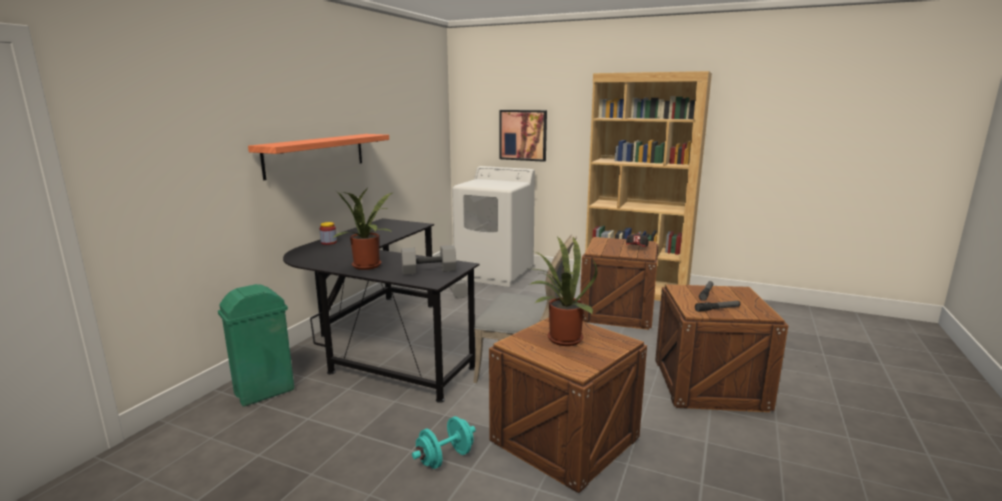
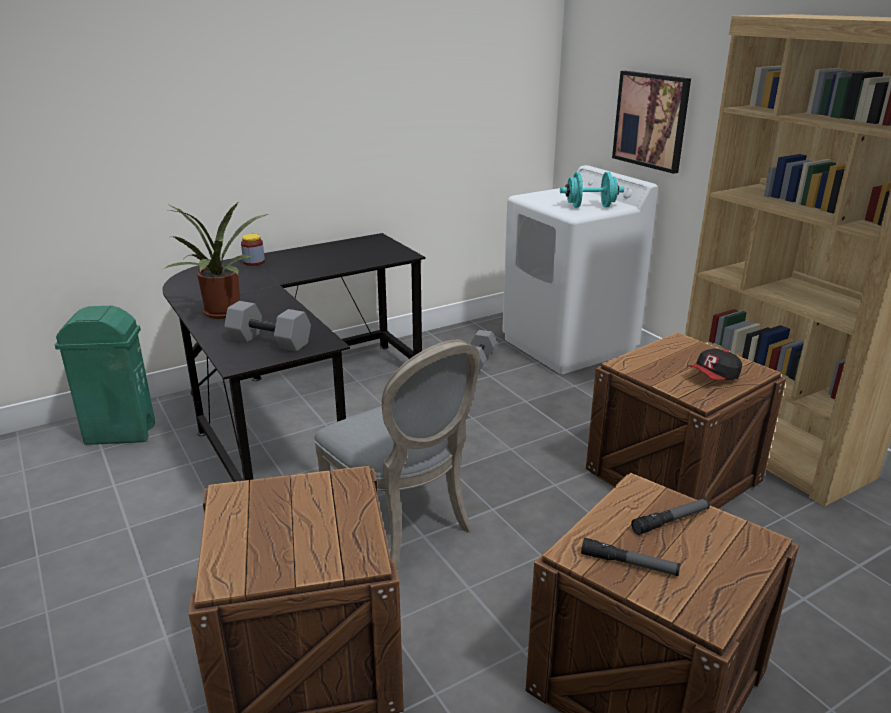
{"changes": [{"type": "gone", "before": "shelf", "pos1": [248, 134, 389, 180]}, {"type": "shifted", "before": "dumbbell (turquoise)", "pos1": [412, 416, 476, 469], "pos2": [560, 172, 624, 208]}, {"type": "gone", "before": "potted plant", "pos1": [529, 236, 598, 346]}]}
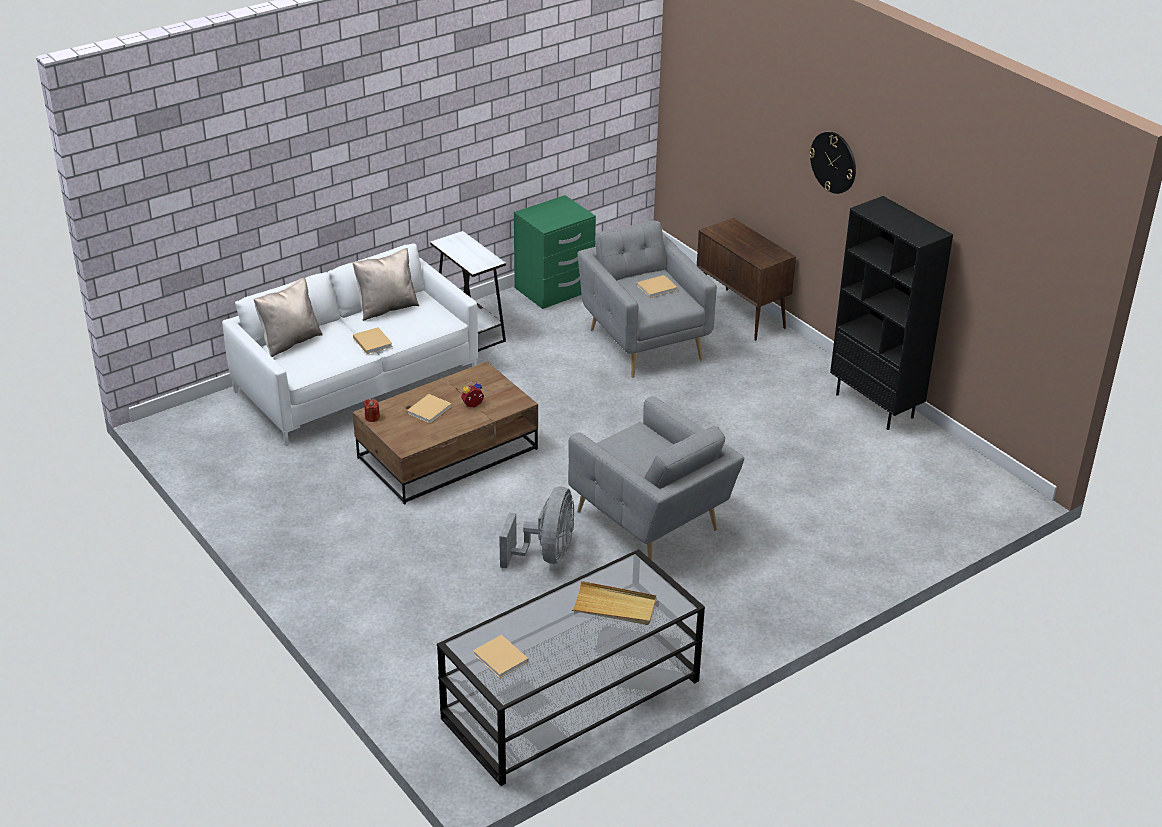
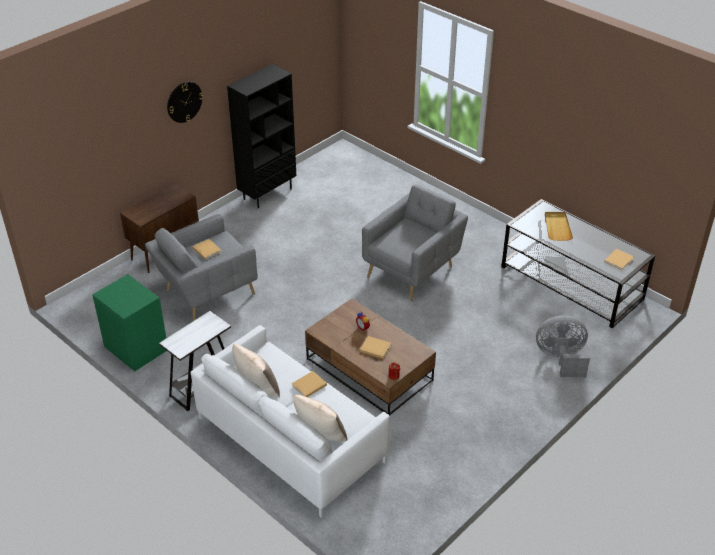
{"changes": [{"type": "shifted", "before": "fan (grey)", "pos1": [499, 487, 574, 568], "pos2": [536, 315, 590, 377]}]}
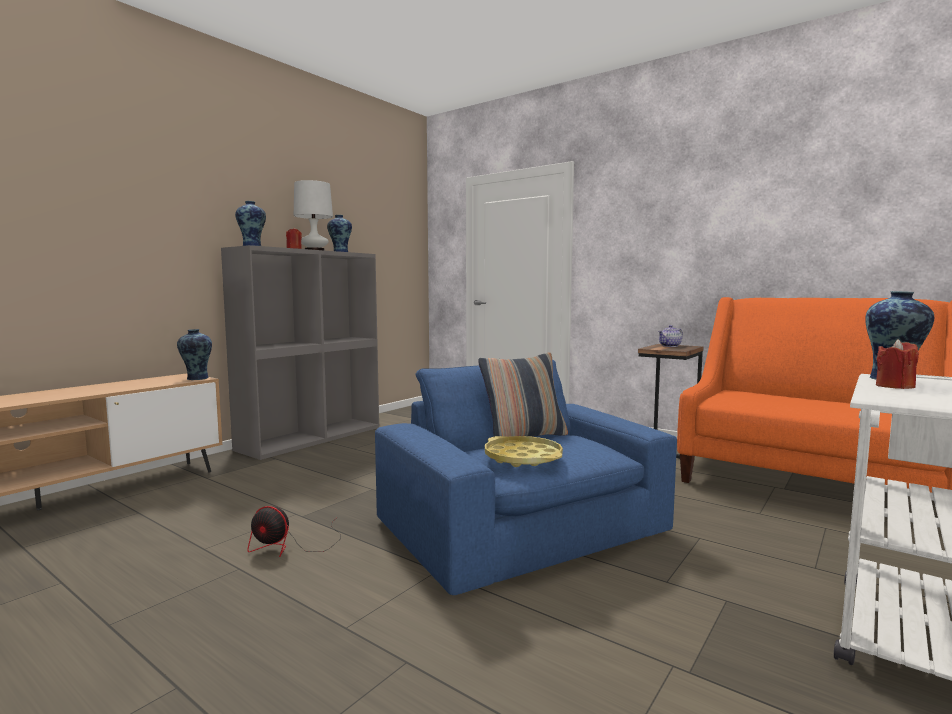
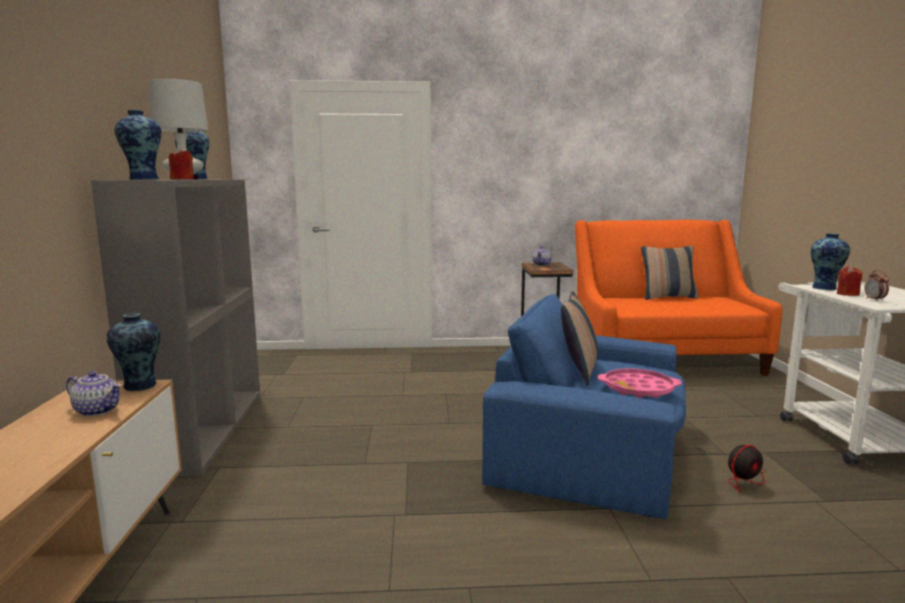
{"changes": [{"type": "shifted", "before": "fan", "pos1": [247, 506, 341, 557], "pos2": [695, 445, 766, 492]}, {"type": "repainted", "before": "tray (yellow)", "after": "tray (pink)", "pos1": [485, 436, 563, 467], "pos2": [598, 368, 682, 398]}, {"type": "new", "after": "teapot", "pos2": [66, 371, 122, 416]}, {"type": "new", "after": "pillow", "pos2": [641, 245, 699, 300]}, {"type": "new", "after": "alarm clock", "pos2": [864, 270, 889, 301]}]}
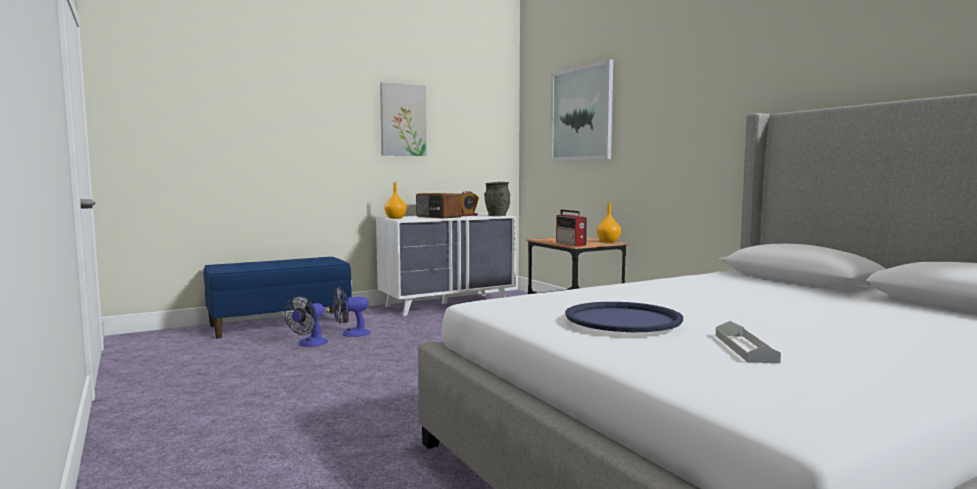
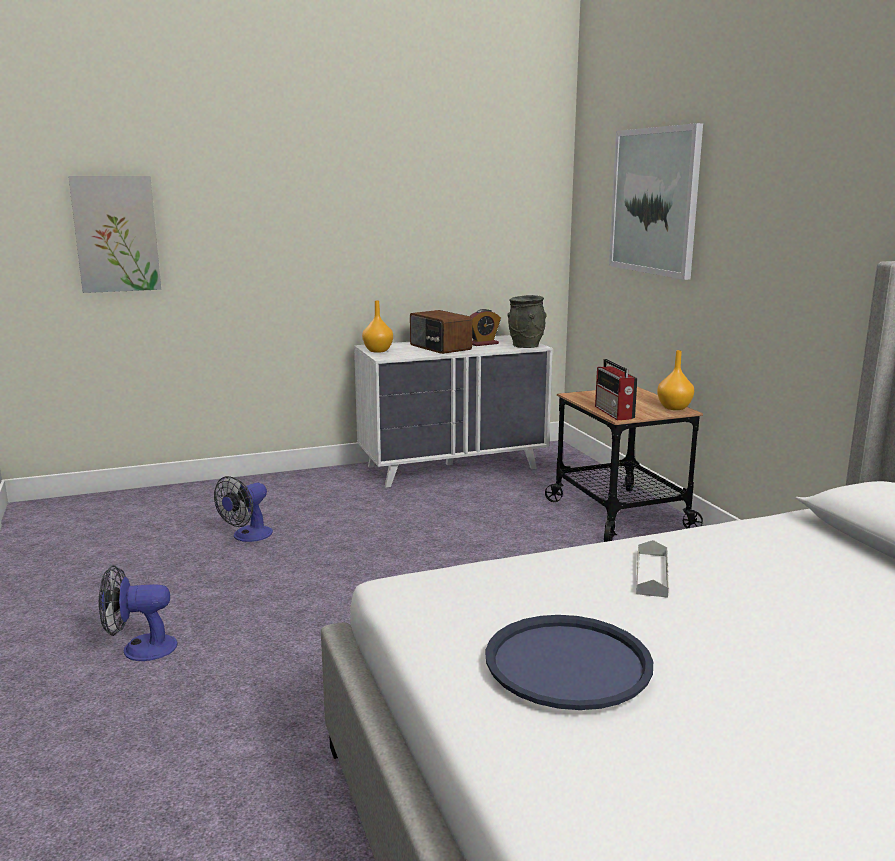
{"changes": [{"type": "gone", "before": "bench (blue)", "pos1": [204, 257, 352, 338]}, {"type": "shifted", "before": "fan", "pos1": [333, 287, 371, 337], "pos2": [99, 565, 177, 661]}, {"type": "shifted", "before": "picture", "pos1": [380, 82, 427, 156], "pos2": [68, 176, 161, 293]}, {"type": "shifted", "before": "tray (grey)", "pos1": [716, 321, 781, 363], "pos2": [636, 540, 669, 598]}]}
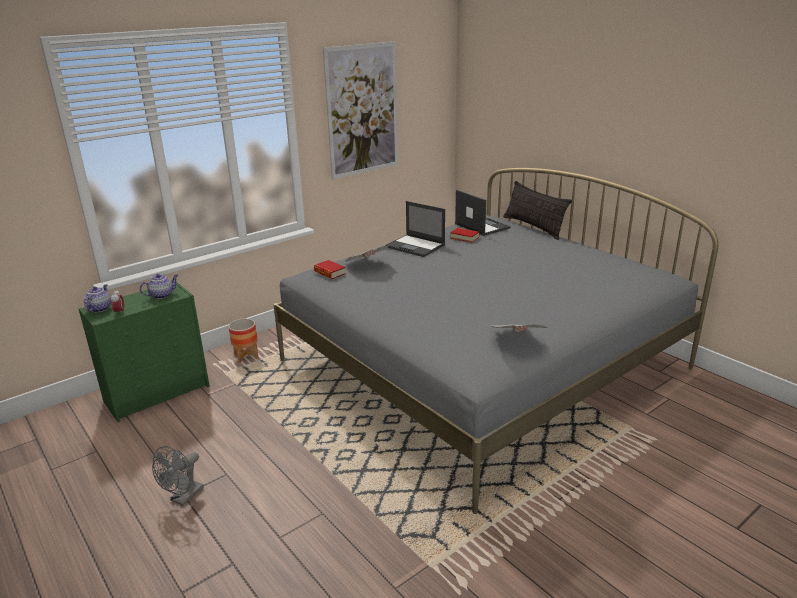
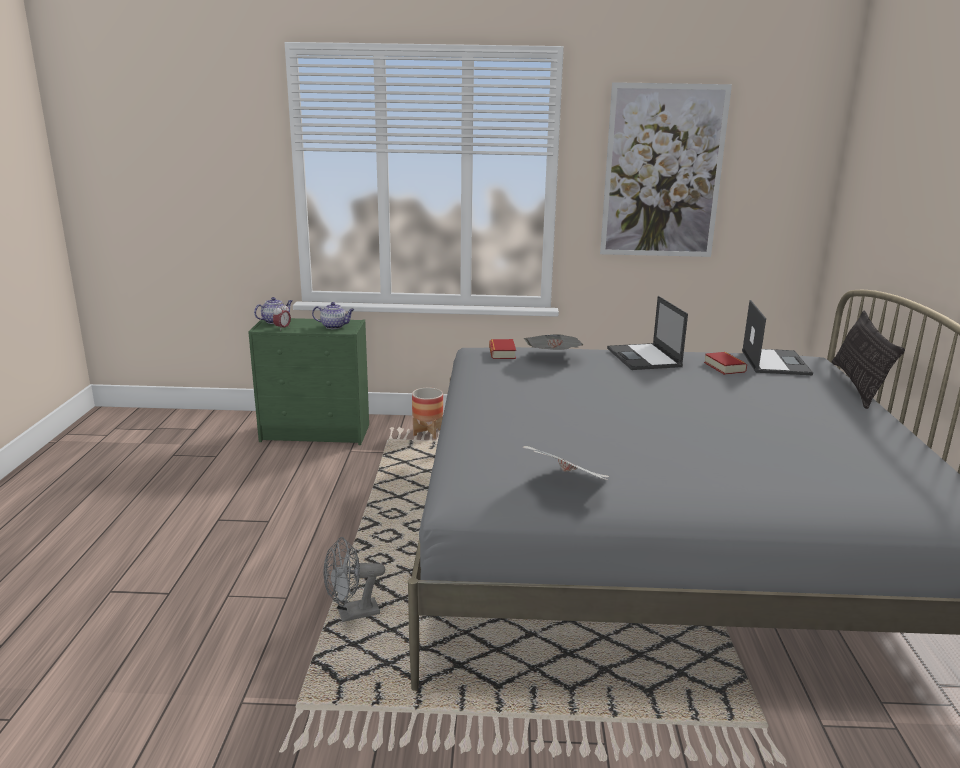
{"changes": [{"type": "shifted", "before": "fan (grey)", "pos1": [152, 446, 204, 506], "pos2": [324, 537, 385, 622]}]}
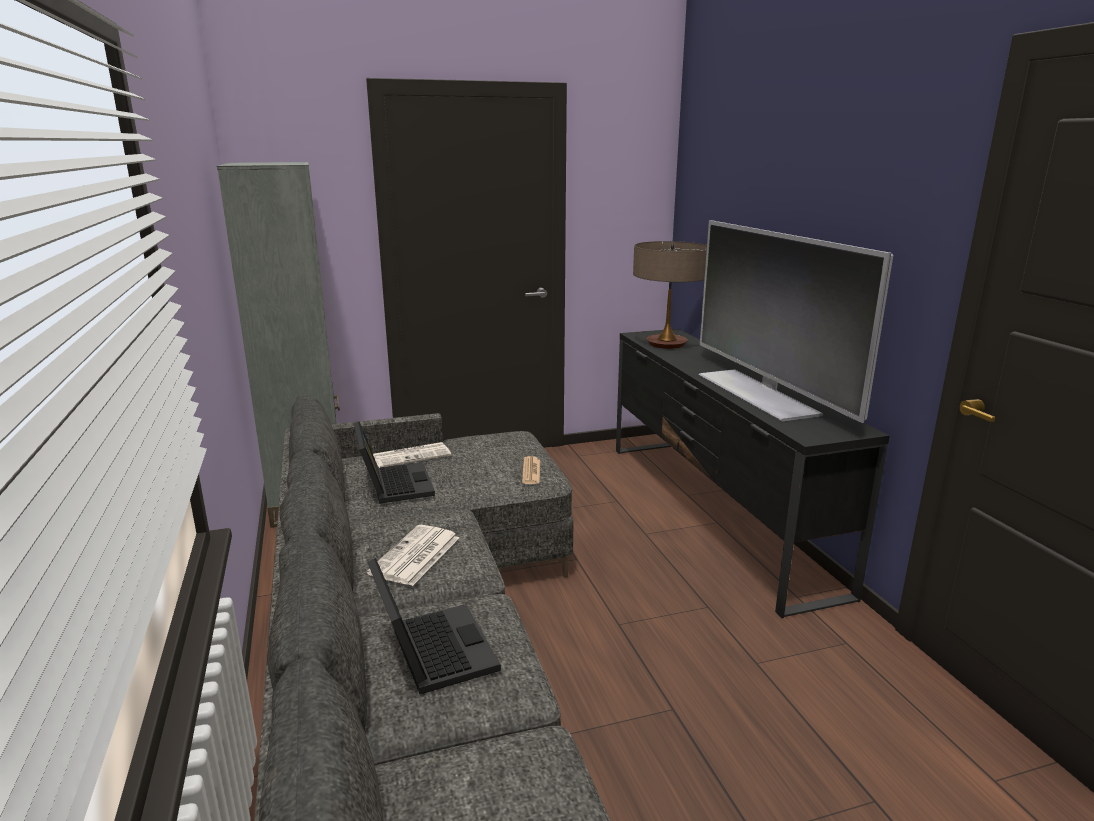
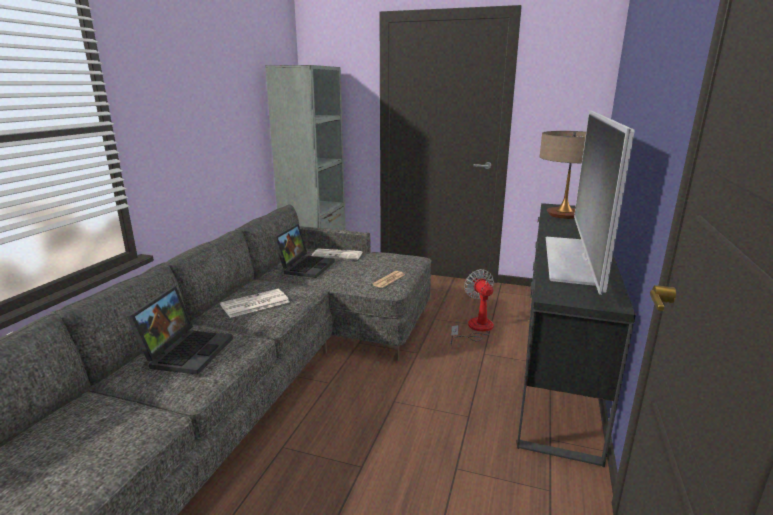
{"changes": [{"type": "new", "after": "fan", "pos2": [450, 269, 494, 345]}]}
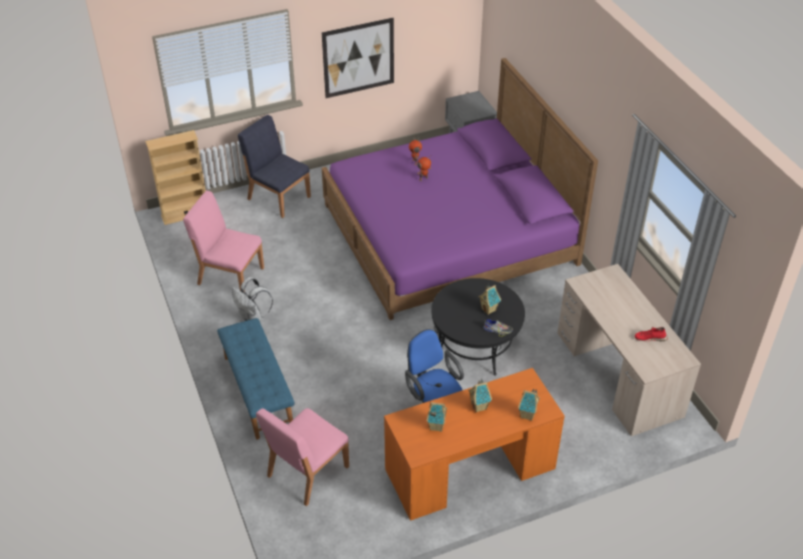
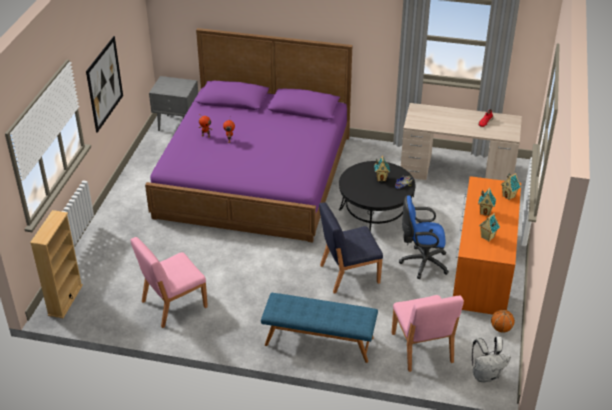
{"changes": [{"type": "shifted", "before": "backpack (white)", "pos1": [232, 277, 273, 321], "pos2": [472, 337, 511, 382]}, {"type": "shifted", "before": "chair (blue)", "pos1": [238, 115, 311, 218], "pos2": [319, 202, 383, 293]}, {"type": "new", "after": "basketball", "pos2": [491, 309, 515, 333]}]}
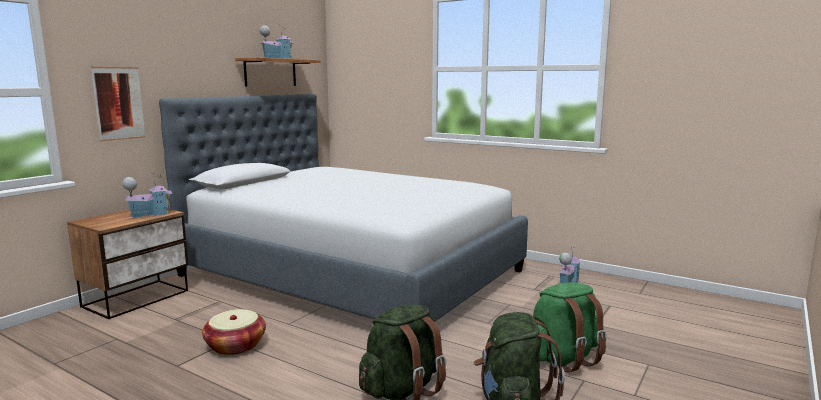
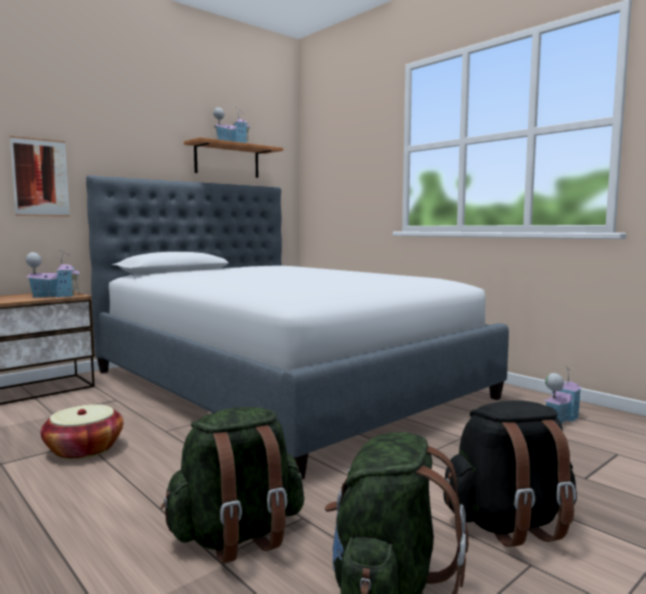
{"changes": [{"type": "repainted", "before": "backpack (green)", "after": "backpack (black)", "pos1": [533, 282, 607, 373], "pos2": [443, 400, 577, 547]}]}
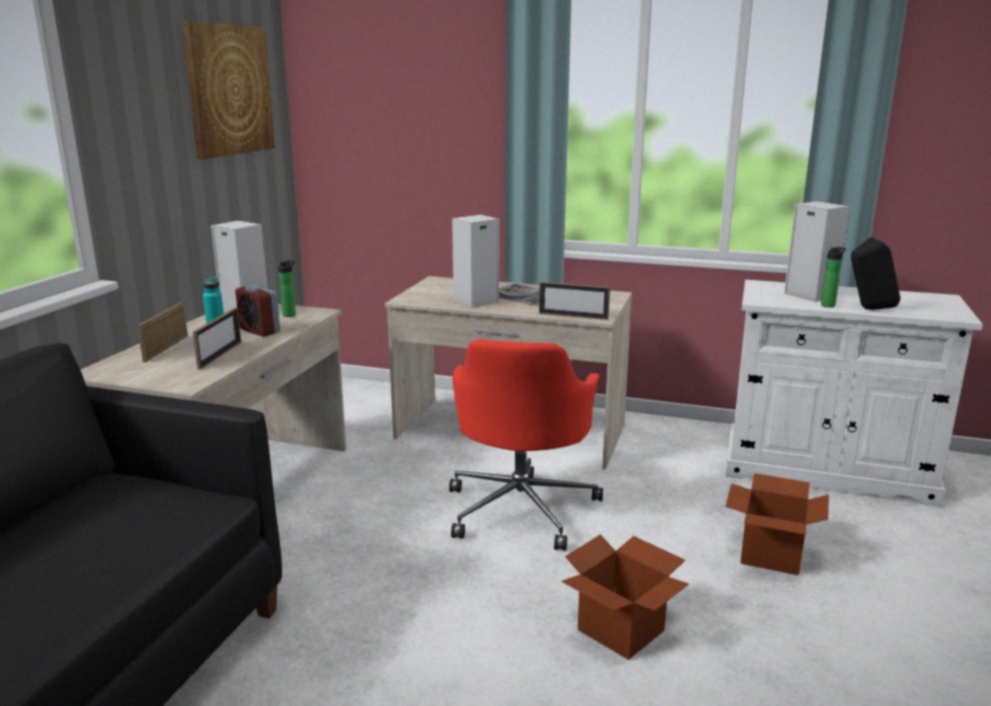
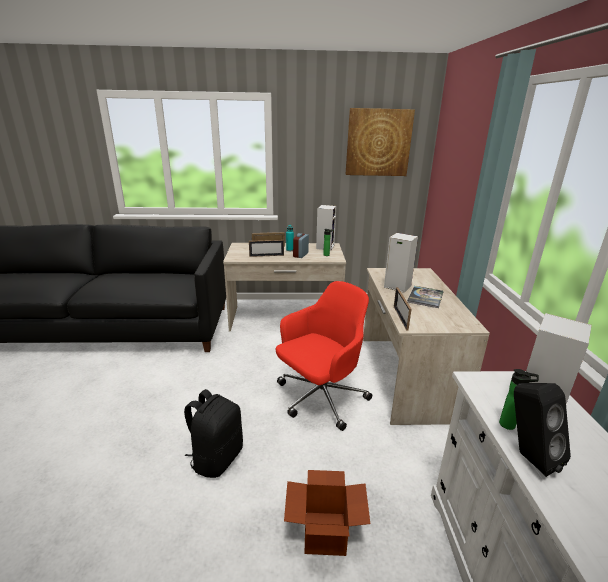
{"changes": [{"type": "rotated", "before": "office chair (red)", "pos1": [449, 339, 603, 551], "pos2": [276, 281, 372, 431], "turn": 150}, {"type": "swapped", "before": "cardboard box", "after": "backpack (black)", "pos1": [561, 534, 689, 660], "pos2": [184, 389, 243, 478]}]}
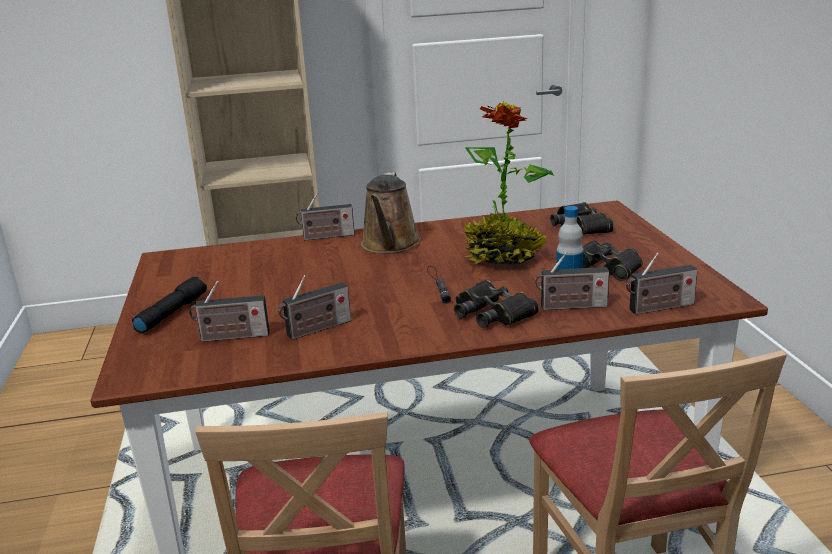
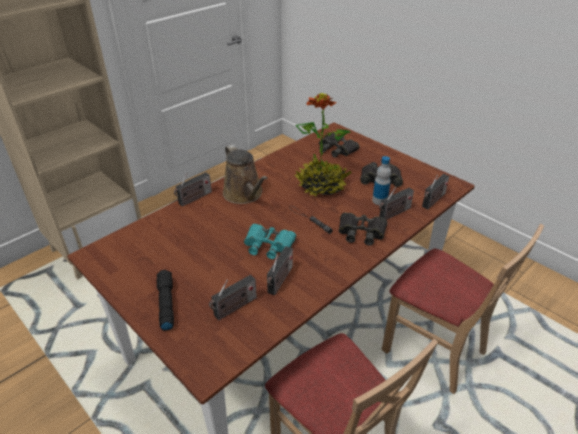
{"changes": [{"type": "new", "after": "binoculars (turquoise)", "pos2": [244, 224, 296, 259]}]}
